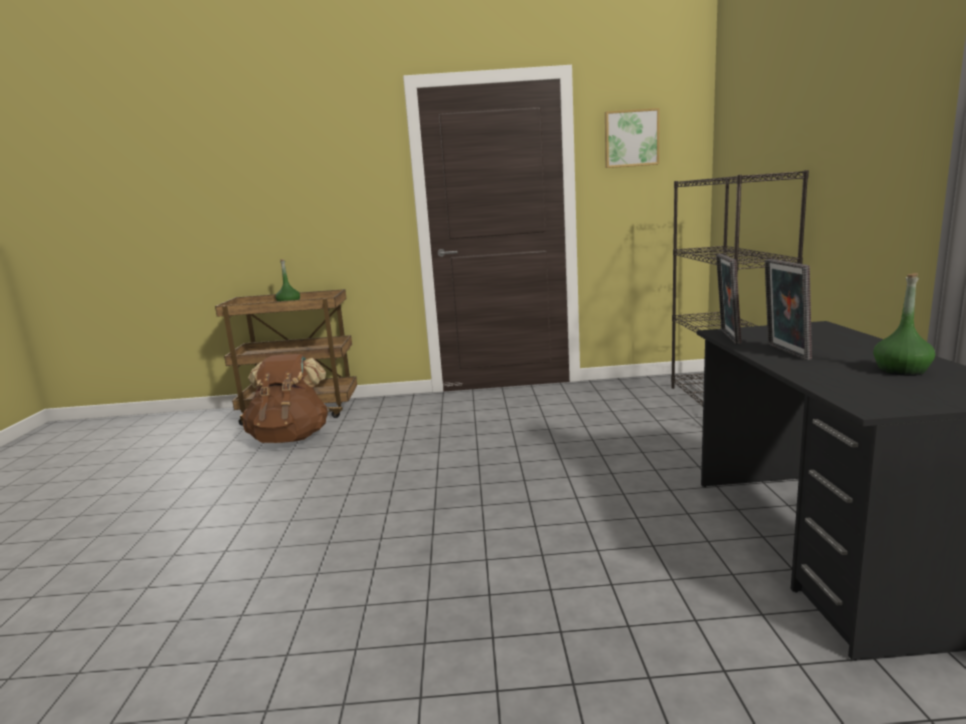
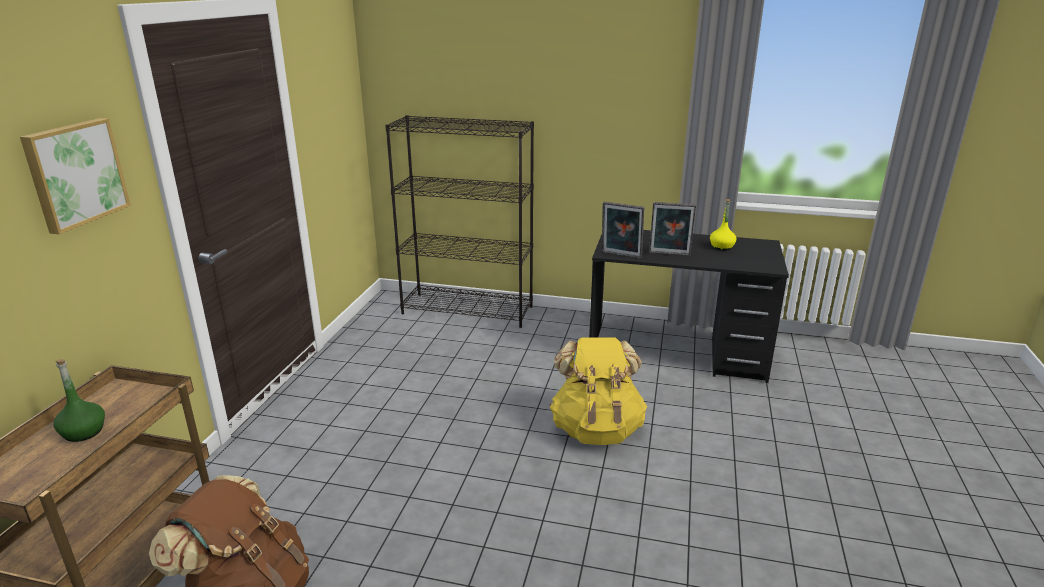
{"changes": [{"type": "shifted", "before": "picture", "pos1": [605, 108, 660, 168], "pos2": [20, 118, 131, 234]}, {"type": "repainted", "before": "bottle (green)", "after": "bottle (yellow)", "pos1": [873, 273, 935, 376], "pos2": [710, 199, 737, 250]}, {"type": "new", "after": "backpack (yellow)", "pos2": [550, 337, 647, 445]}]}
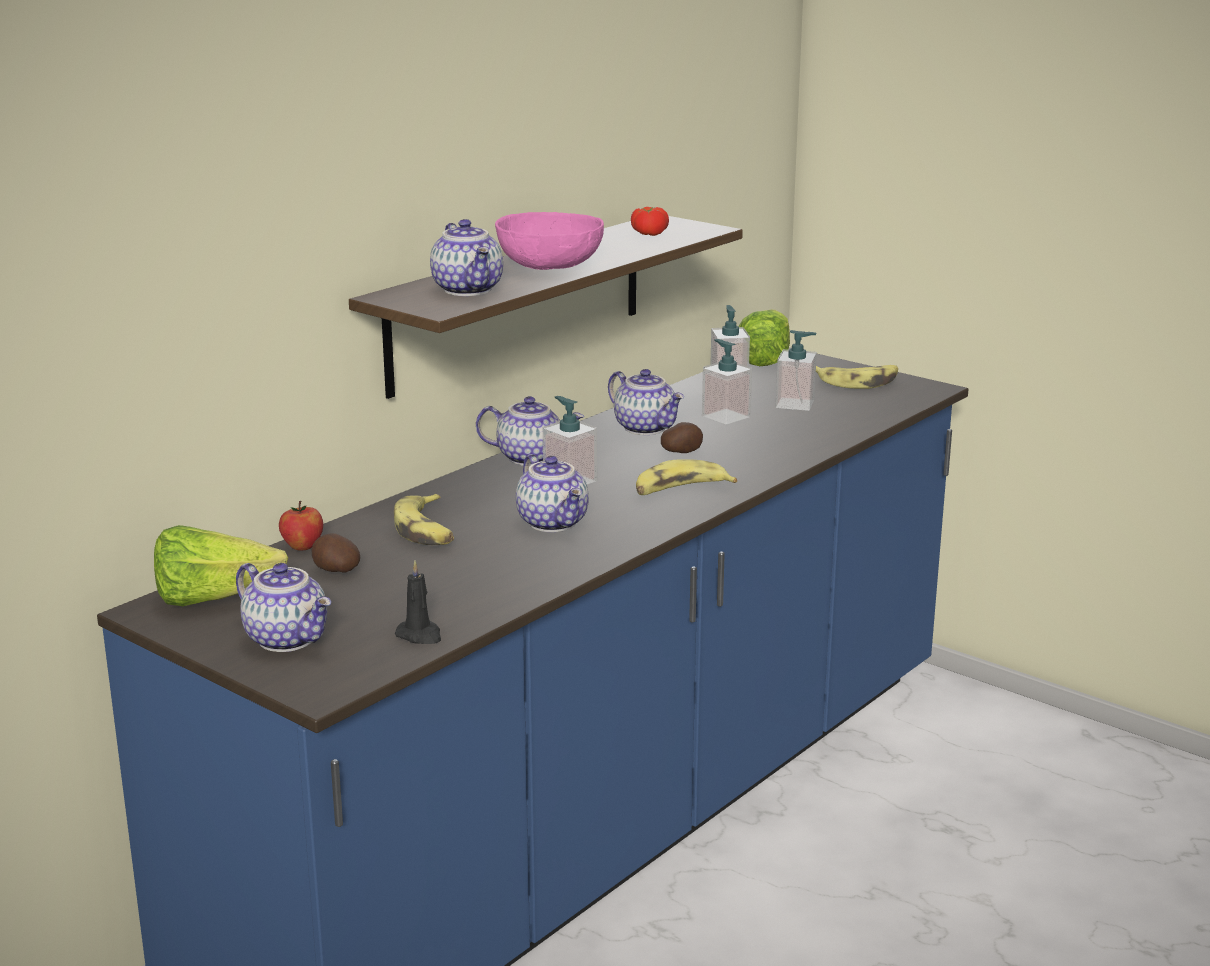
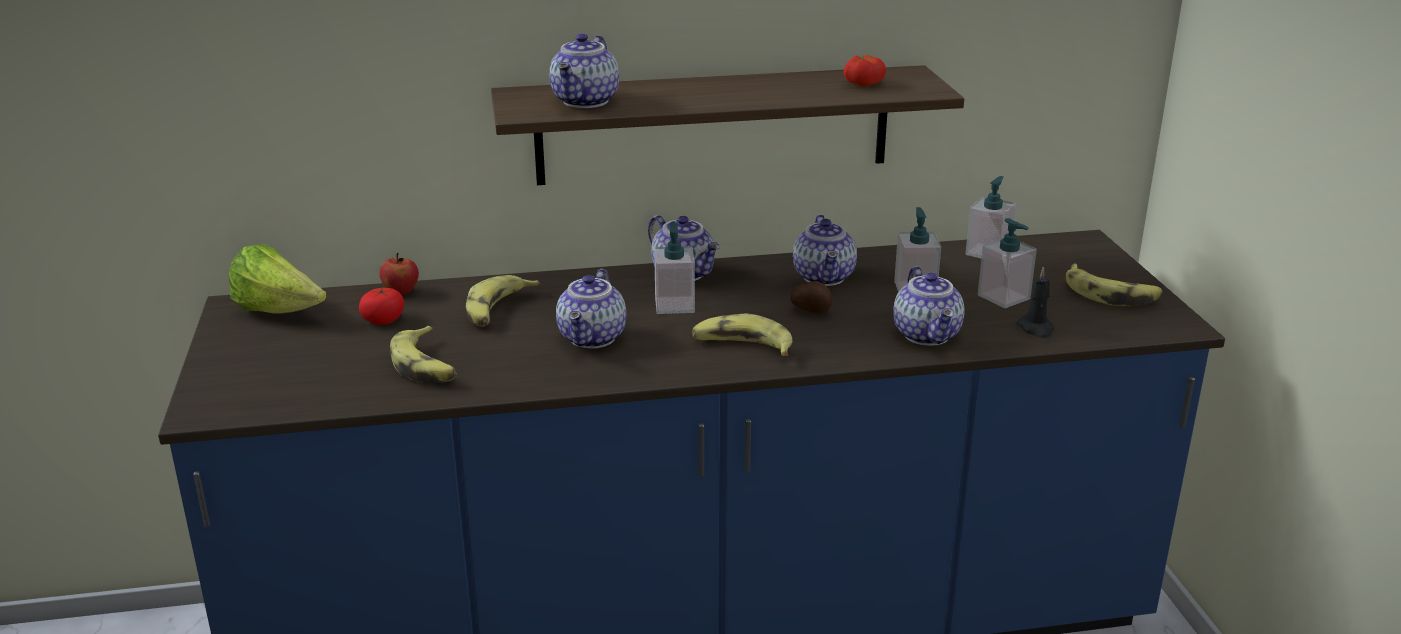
{"changes": [{"type": "shifted", "before": "teapot", "pos1": [236, 563, 331, 652], "pos2": [893, 266, 965, 346]}, {"type": "swapped", "before": "potato", "after": "tomato", "pos1": [311, 533, 360, 573], "pos2": [359, 288, 404, 325]}, {"type": "shifted", "before": "candle (black)", "pos1": [395, 560, 441, 644], "pos2": [1016, 266, 1054, 338]}, {"type": "gone", "before": "bowl (pink)", "pos1": [495, 212, 604, 270]}, {"type": "gone", "before": "lettuce", "pos1": [738, 310, 790, 366]}, {"type": "new", "after": "banana", "pos2": [390, 326, 457, 383]}]}
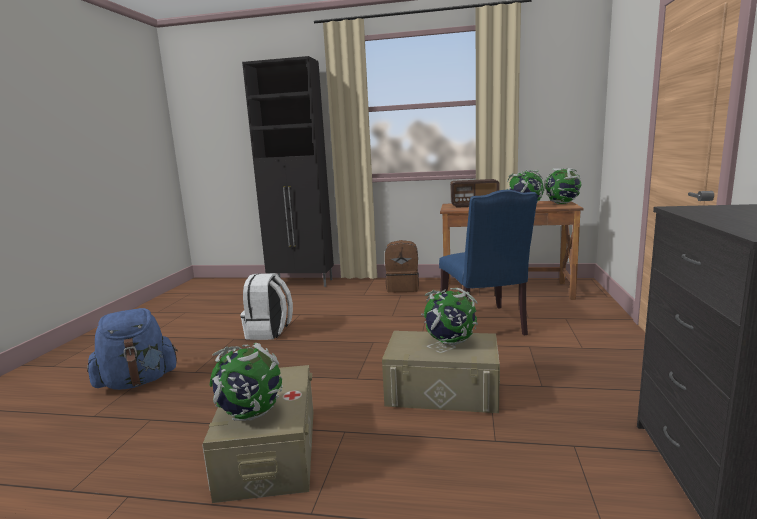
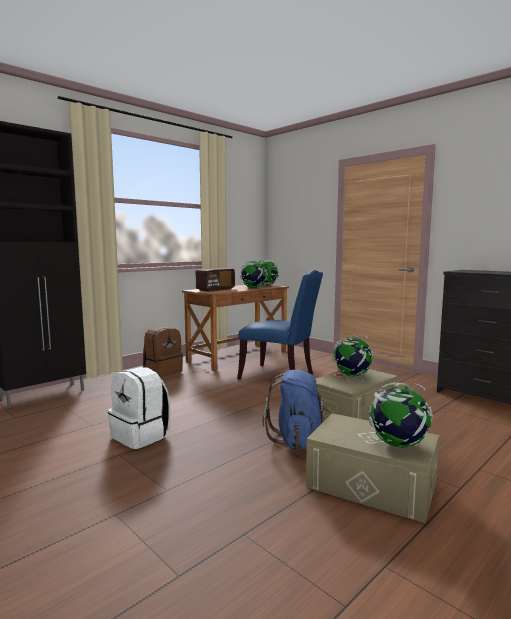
{"changes": [{"type": "shifted", "before": "backpack (blue)", "pos1": [87, 308, 178, 390], "pos2": [262, 370, 330, 450]}]}
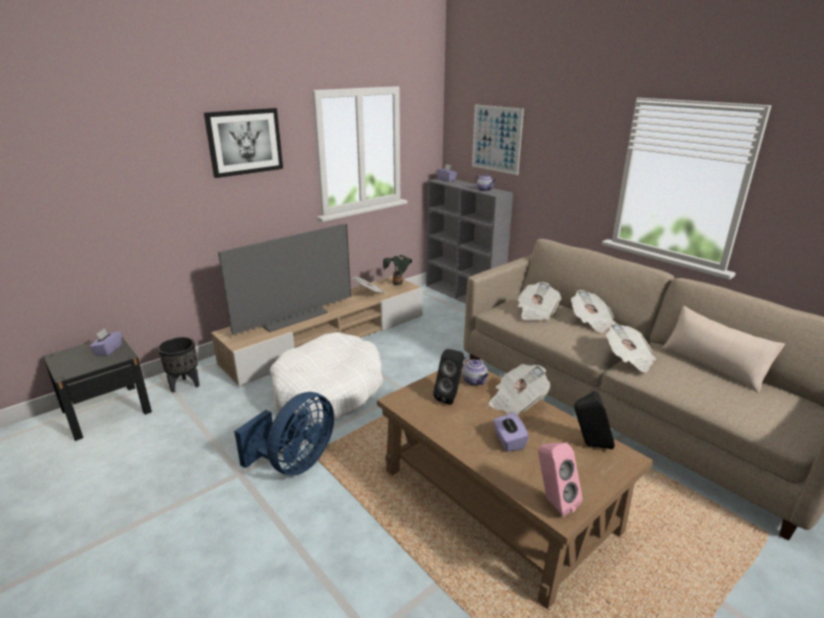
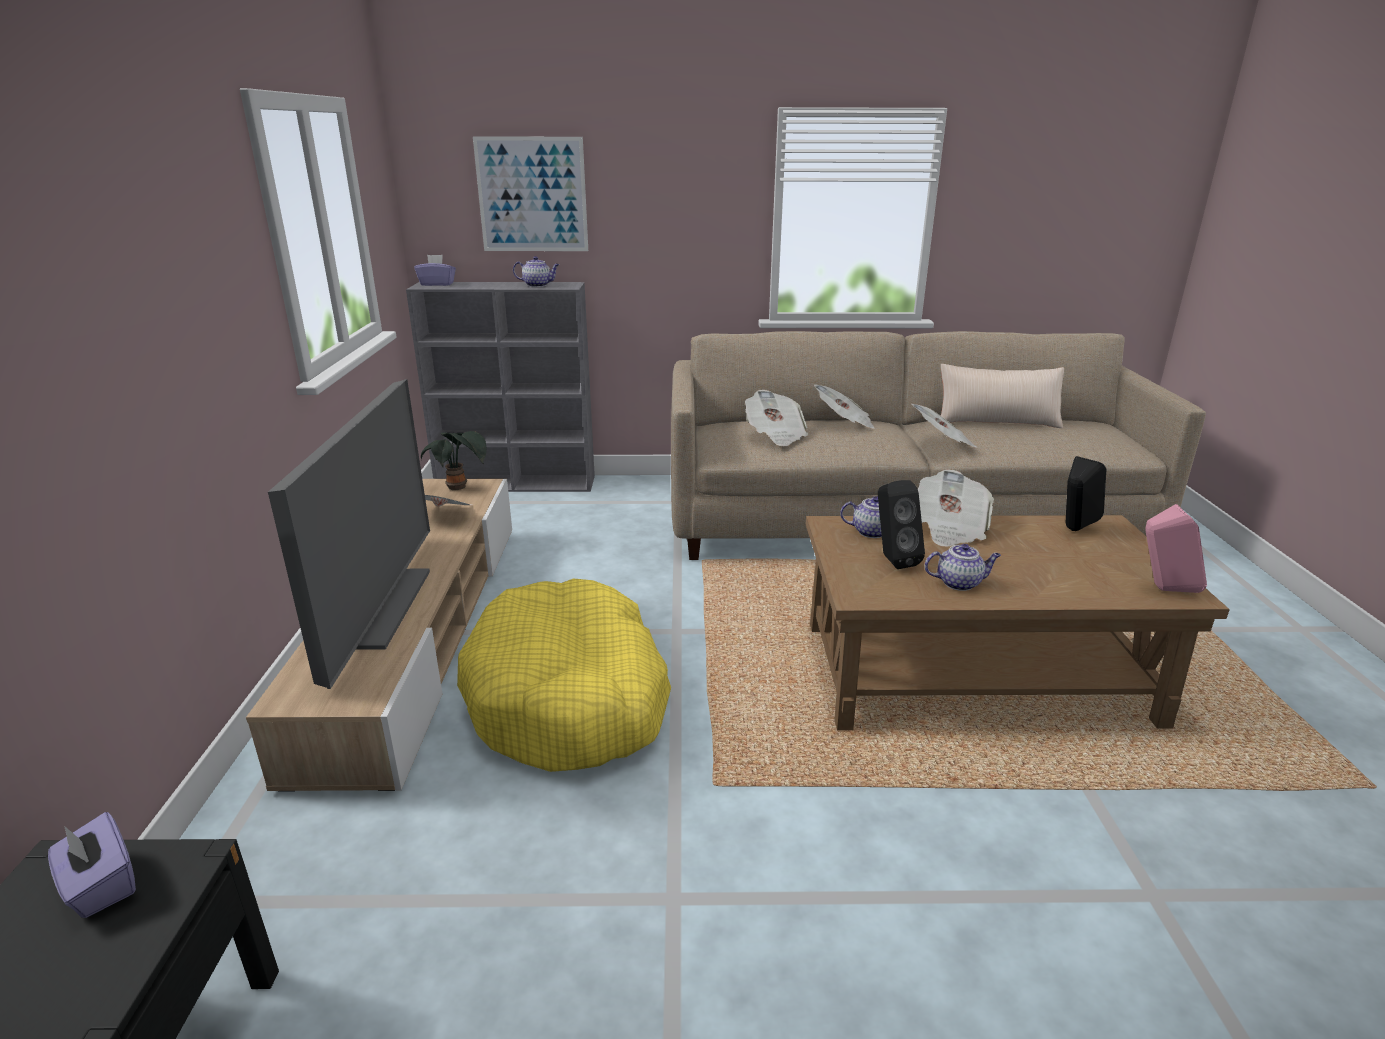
{"changes": [{"type": "gone", "before": "planter (black)", "pos1": [158, 337, 200, 393]}, {"type": "gone", "before": "picture", "pos1": [204, 108, 283, 178]}, {"type": "gone", "before": "fan (blue)", "pos1": [234, 392, 334, 476]}, {"type": "repainted", "before": "dog bed (white)", "after": "dog bed (yellow)", "pos1": [270, 332, 383, 423], "pos2": [457, 578, 671, 772]}, {"type": "gone", "before": "tissue box (purple)", "pos1": [493, 413, 529, 452]}, {"type": "new", "after": "teapot", "pos2": [924, 544, 1001, 591]}]}
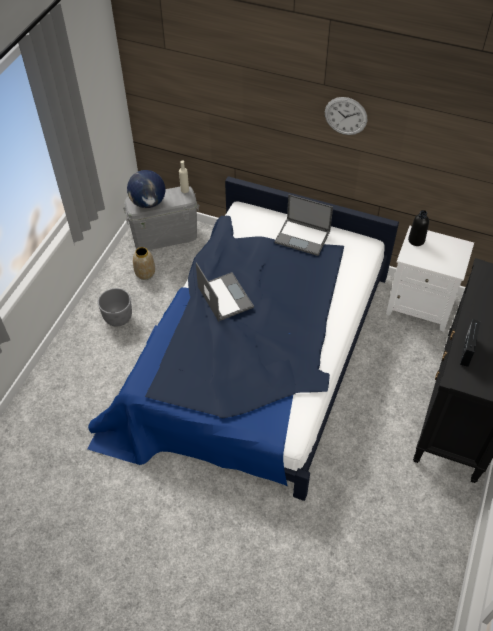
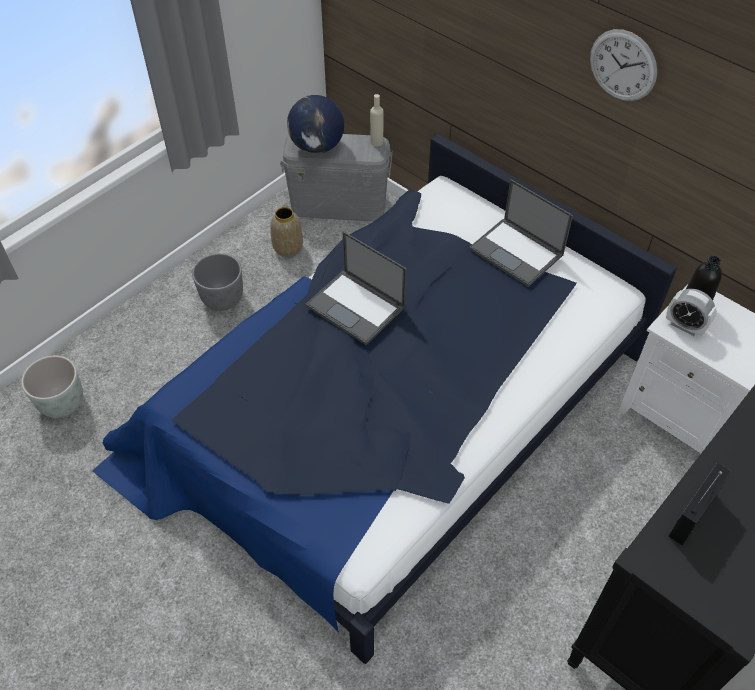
{"changes": [{"type": "rotated", "before": "laptop", "pos1": [196, 262, 254, 321], "pos2": [306, 231, 407, 345], "turn": 135}, {"type": "new", "after": "planter (grey)", "pos2": [21, 356, 83, 418]}, {"type": "new", "after": "alarm clock", "pos2": [666, 289, 717, 336]}]}
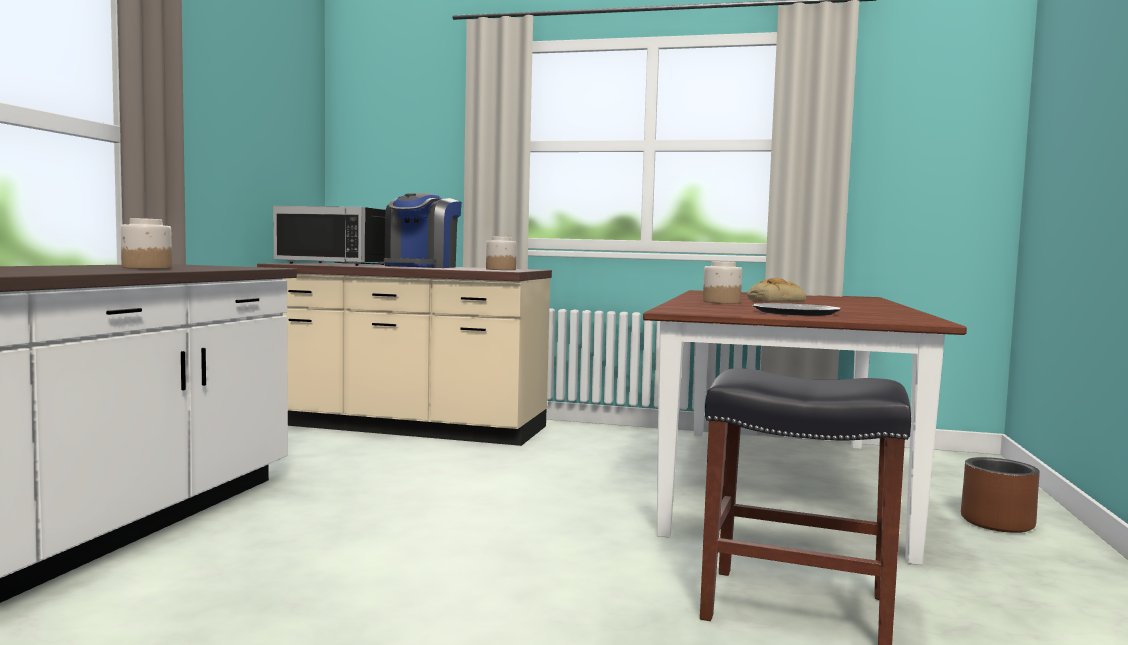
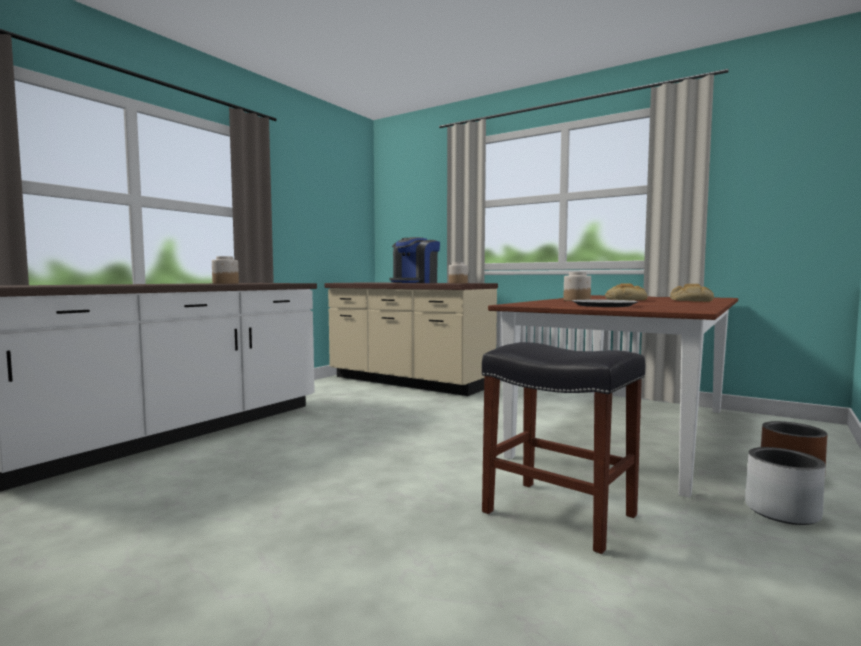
{"changes": [{"type": "gone", "before": "microwave (black)", "pos1": [273, 206, 385, 266]}, {"type": "new", "after": "bread", "pos2": [670, 284, 714, 302]}, {"type": "new", "after": "planter (grey)", "pos2": [745, 447, 825, 525]}]}
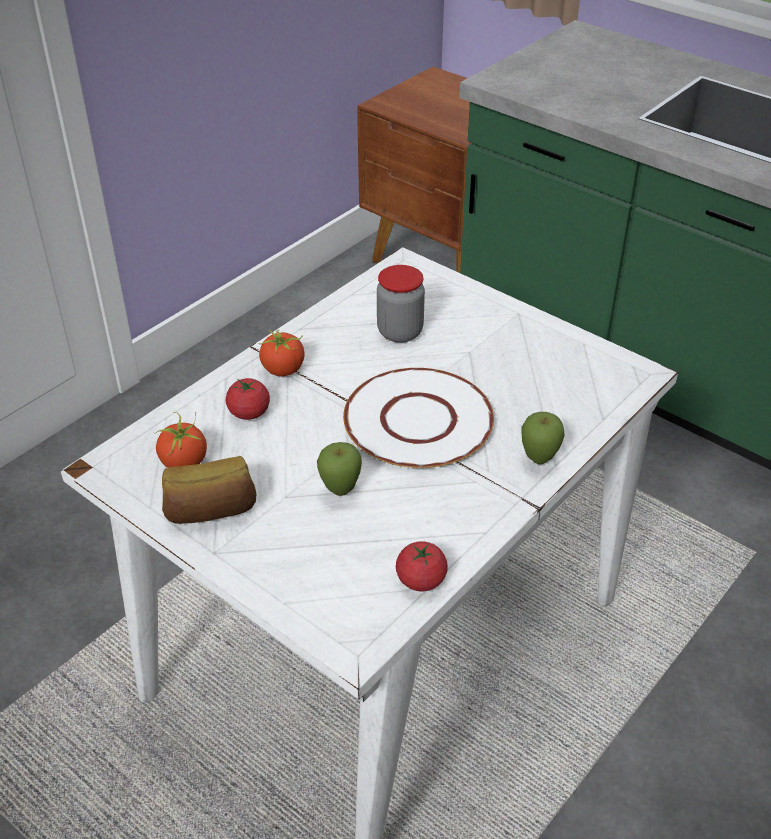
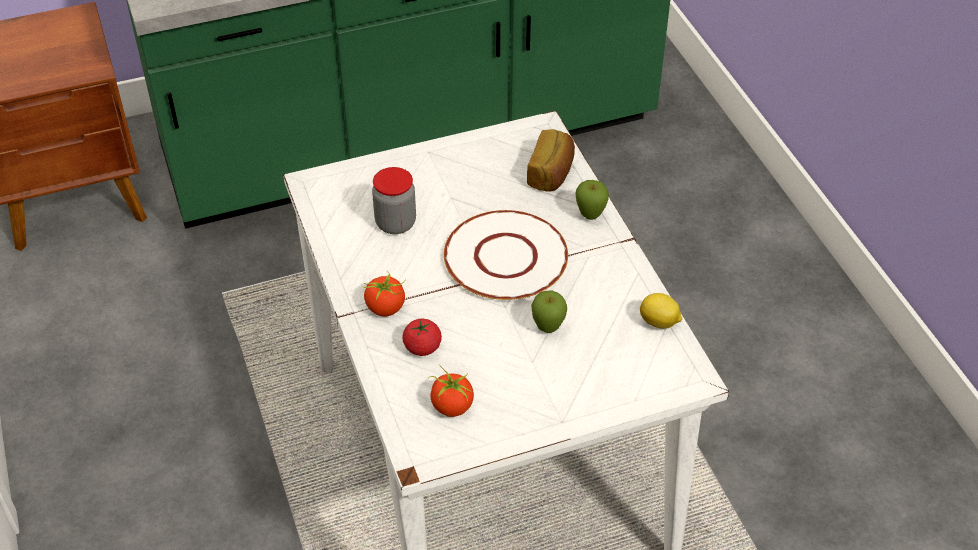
{"changes": [{"type": "shifted", "before": "bread", "pos1": [162, 456, 256, 524], "pos2": [527, 129, 575, 192]}, {"type": "swapped", "before": "tomato", "after": "lemon", "pos1": [396, 541, 448, 592], "pos2": [640, 293, 682, 329]}]}
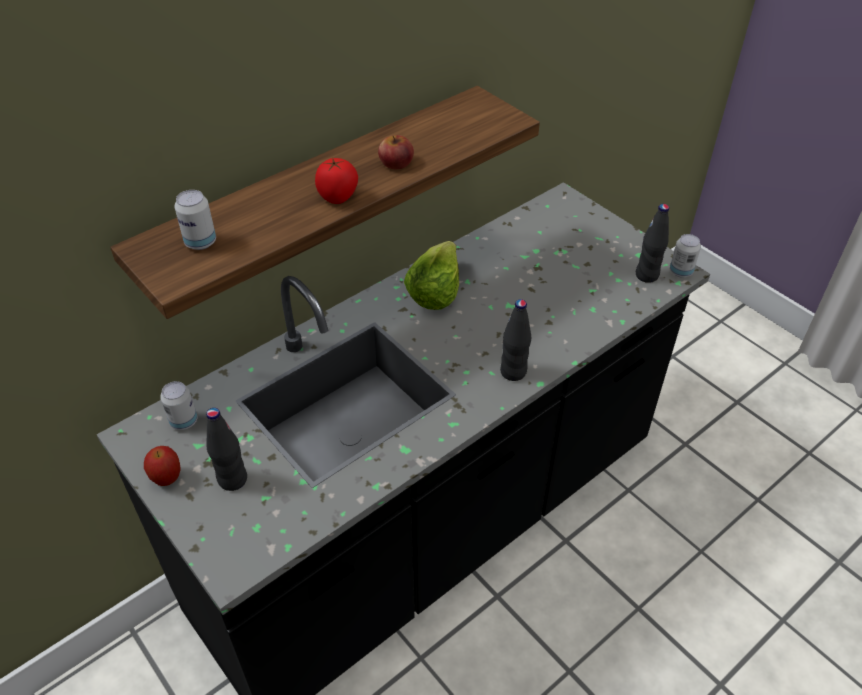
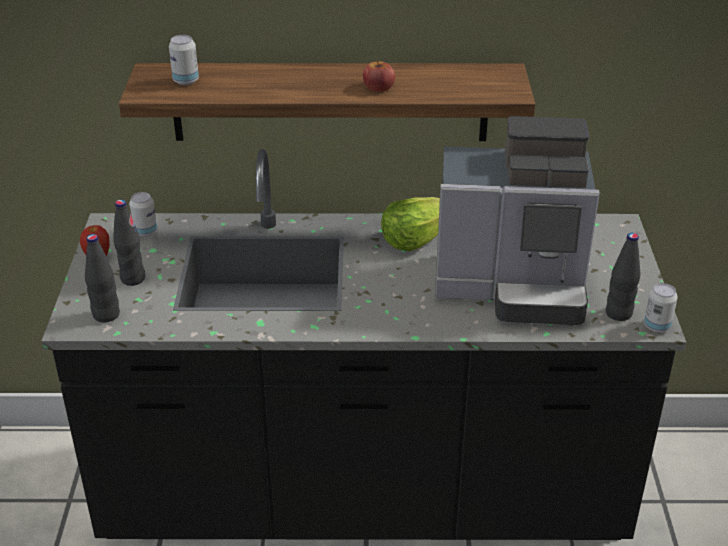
{"changes": [{"type": "gone", "before": "tomato", "pos1": [315, 158, 358, 204]}, {"type": "shifted", "before": "bottle (black)", "pos1": [500, 299, 531, 381], "pos2": [85, 234, 120, 322]}, {"type": "new", "after": "coffee machine", "pos2": [435, 116, 600, 325]}]}
